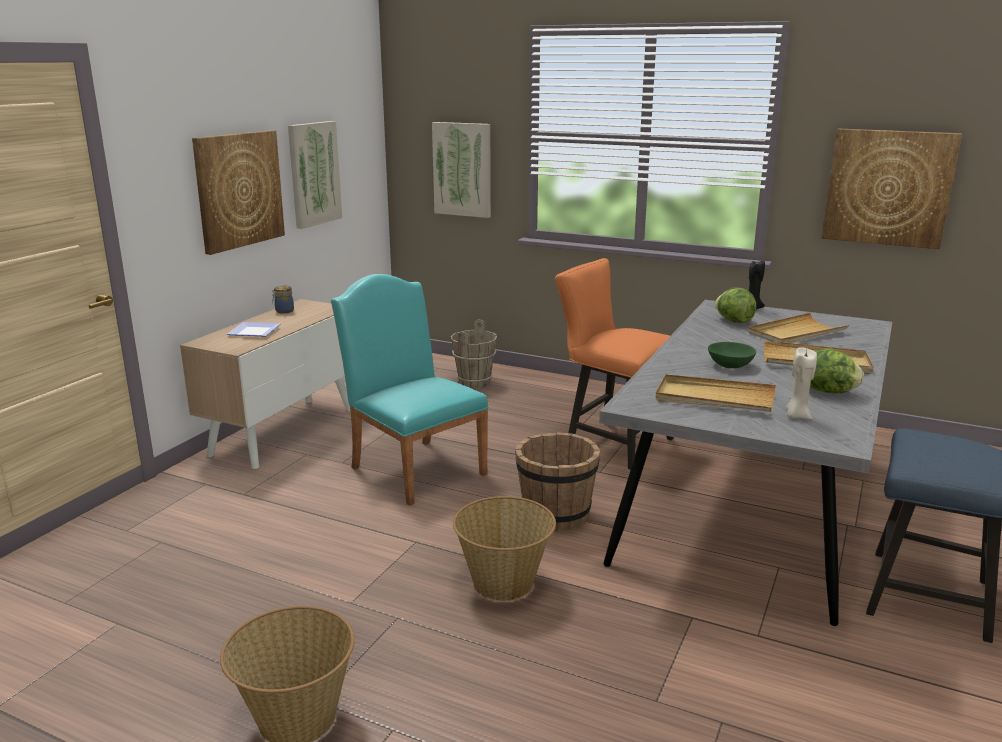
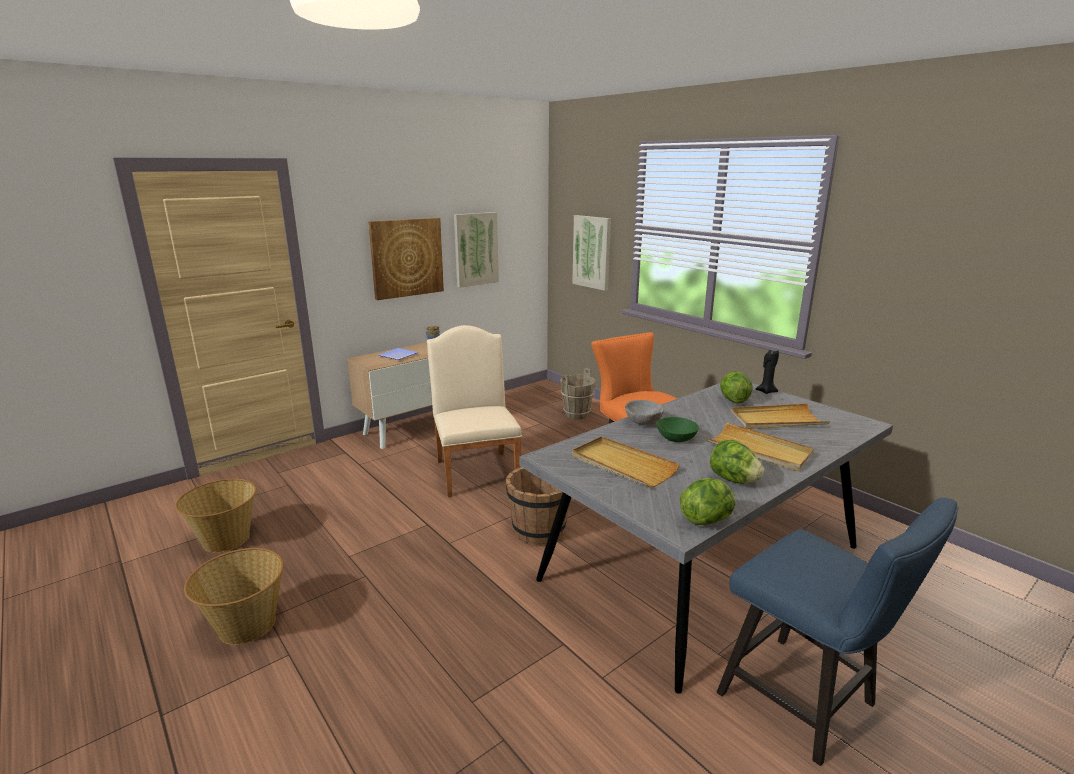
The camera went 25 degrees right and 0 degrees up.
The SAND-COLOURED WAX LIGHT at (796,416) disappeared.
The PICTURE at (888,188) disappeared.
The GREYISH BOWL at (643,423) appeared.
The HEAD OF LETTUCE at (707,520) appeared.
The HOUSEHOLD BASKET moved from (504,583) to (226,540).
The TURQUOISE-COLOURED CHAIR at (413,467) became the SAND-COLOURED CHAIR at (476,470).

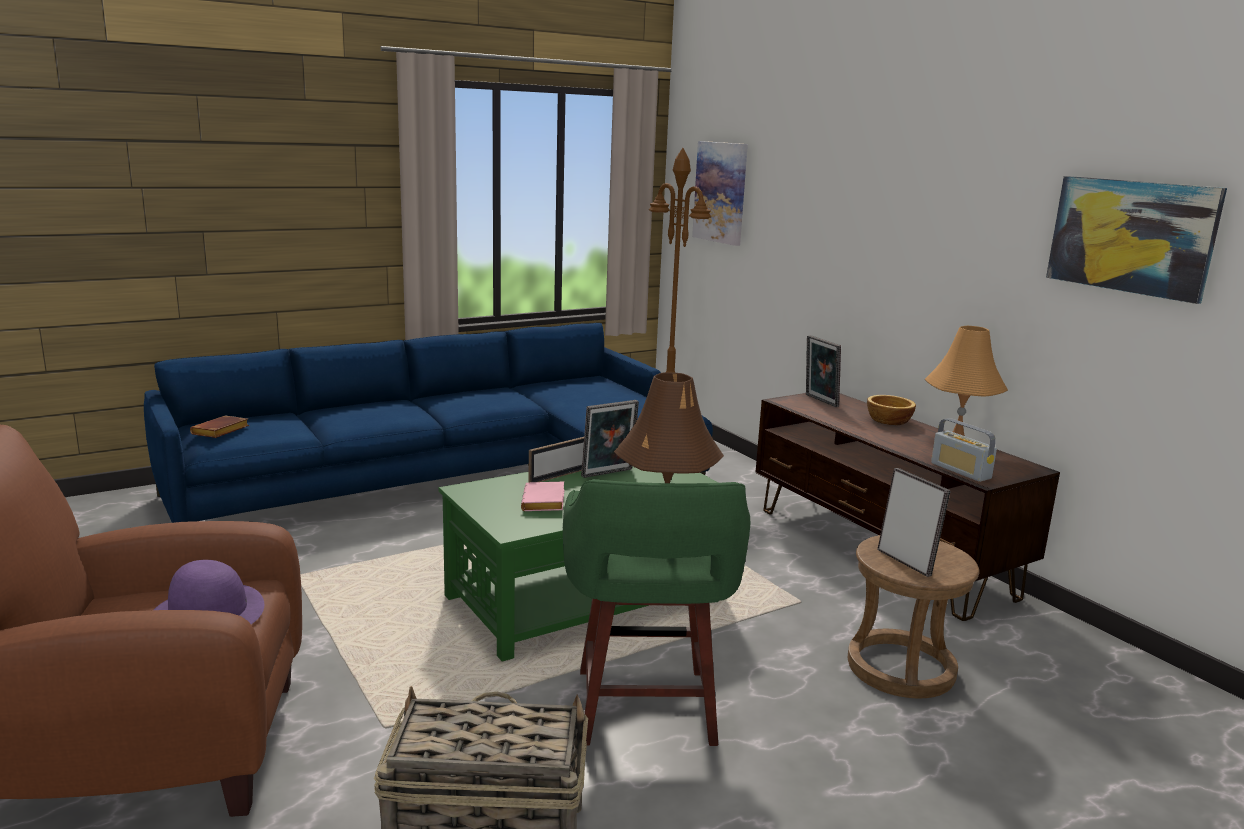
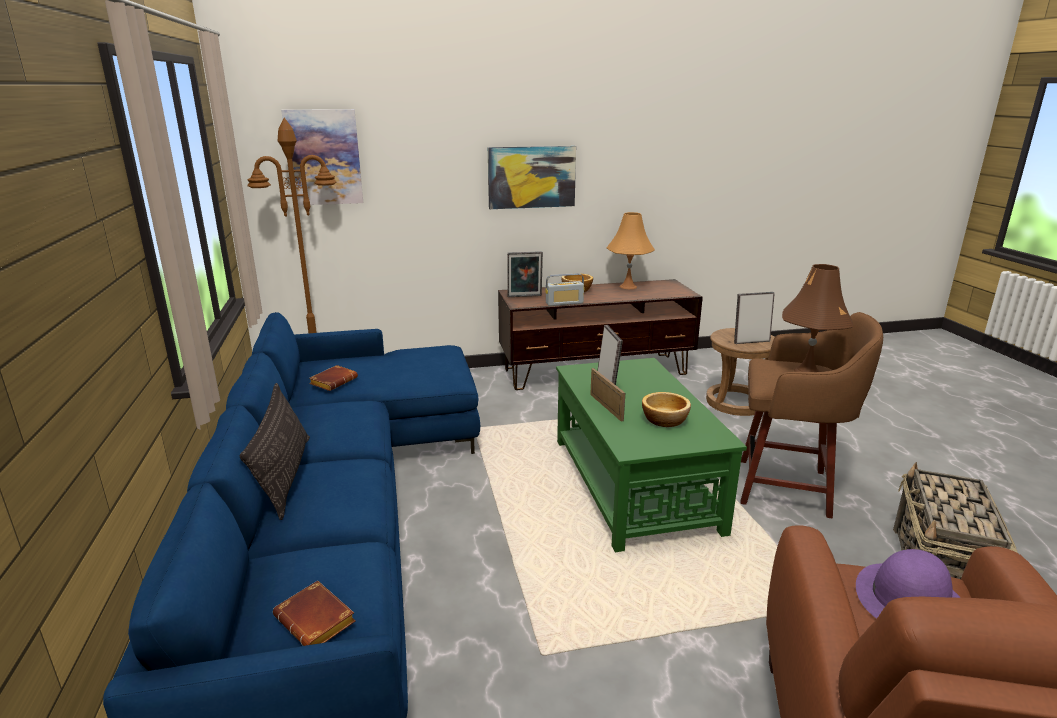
The camera went 70 degrees left and 5 degrees up.
The THROW PILLOW at (285,475) appeared.
The BROWN VOLUME at (334,381) appeared.
The RADIO SET moved from (960,471) to (564,303).
The PICTURE moved from (1131,236) to (531,177).
The PINK-COLOURED VOLUME at (545,503) was replaced by the BOWL at (665,420).
The GREEN-COLOURED STOOL at (645,710) became the BROWN STOOL at (788,488).

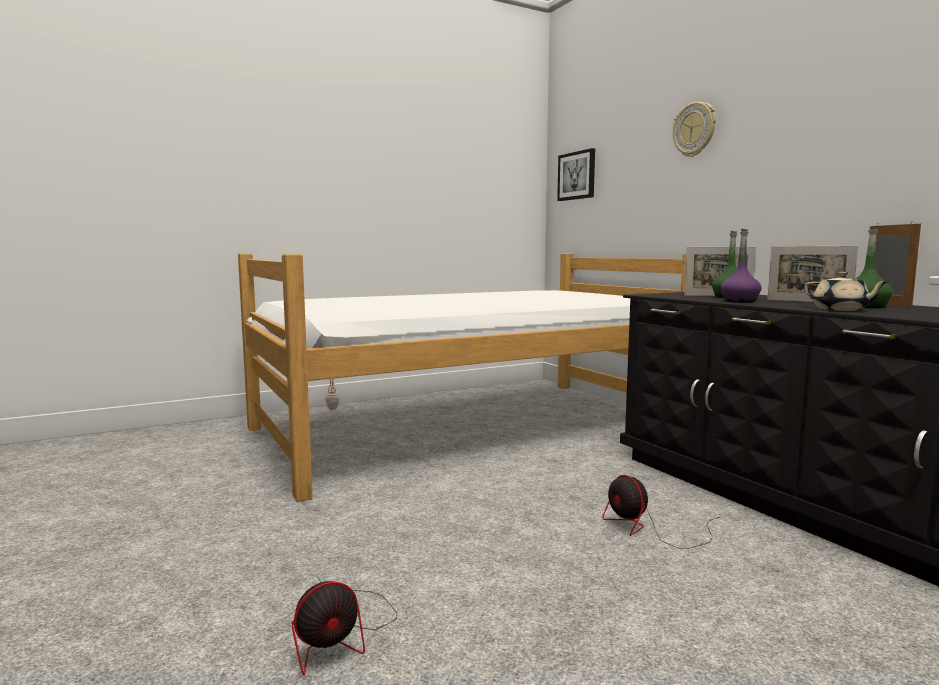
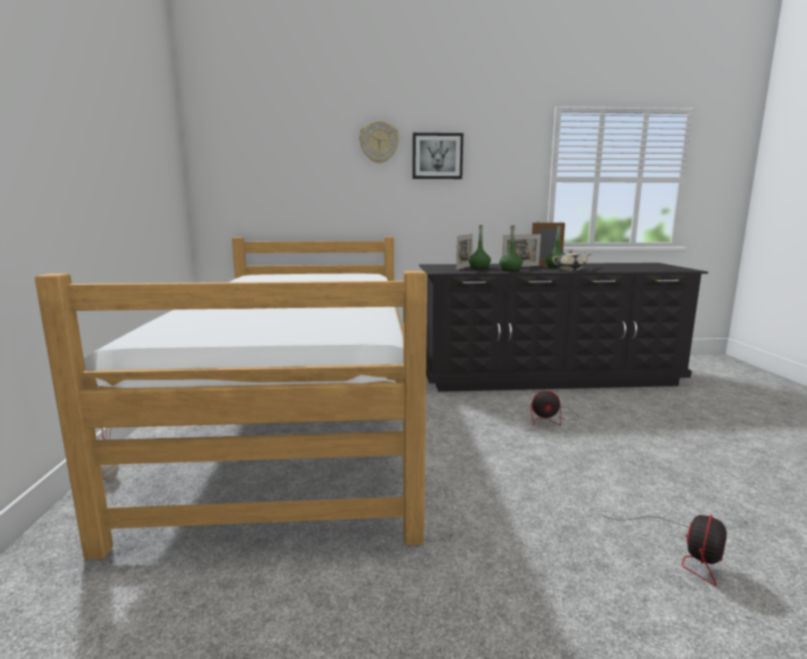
The camera went 65 degrees left and 5 degrees up.
The PICTURE moved from (577,175) to (437,156).
The PURPLISH DRINK BOTTLE at (739,301) became the GREEN-COLOURED DRINK BOTTLE at (510,270).
The FAN at (341,635) turned 45 degrees clockwise.

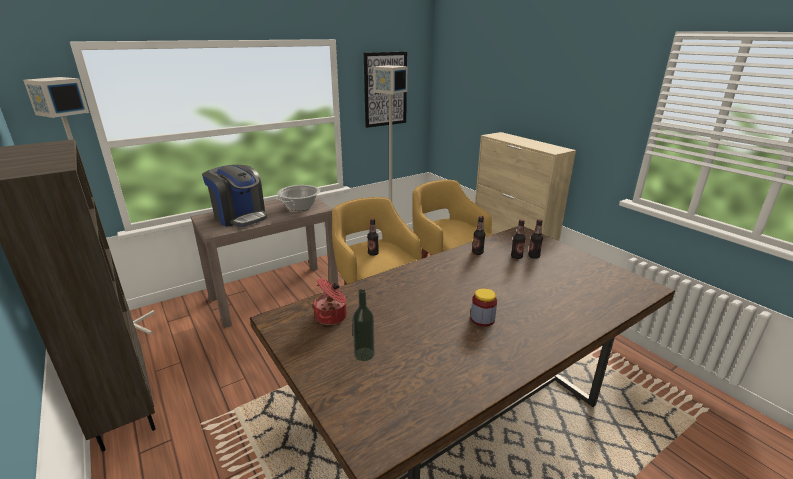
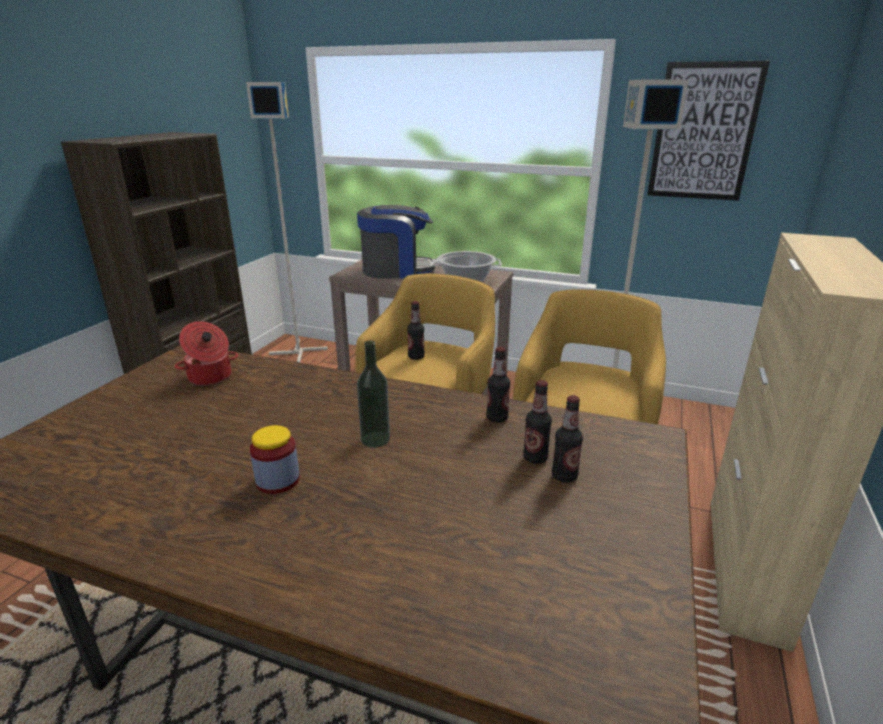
The camera went 55 degrees right and 0 degrees up.
The DRINK BOTTLE moved from (364,354) to (375,439).
The COFFEE BREWER at (240,217) turned 105 degrees counterclockwise.

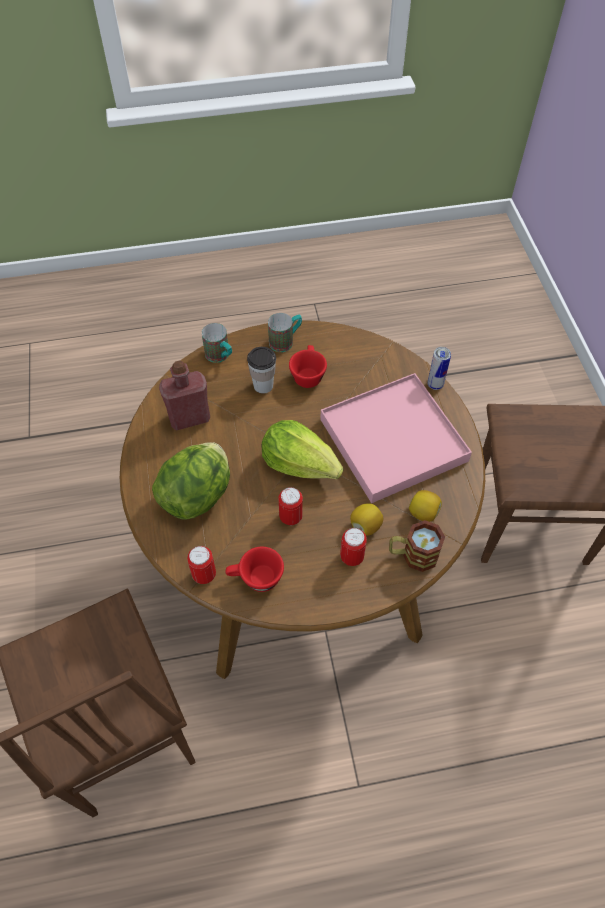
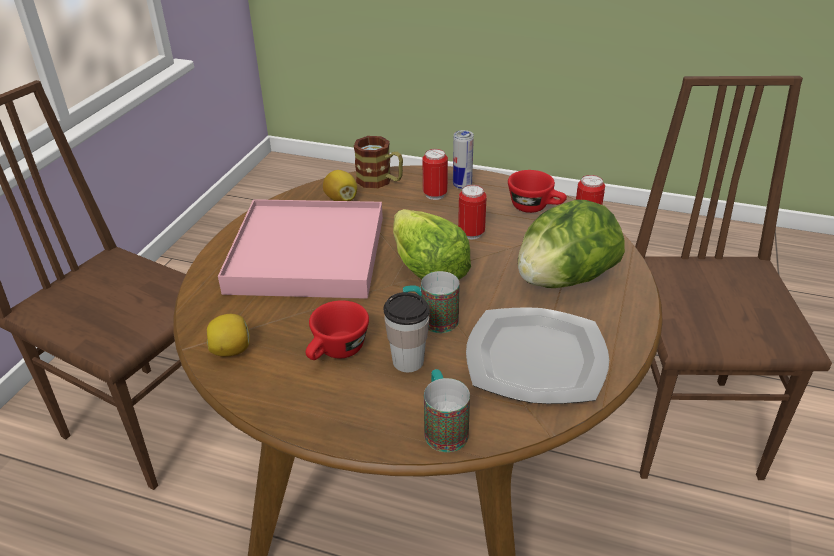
The camera went 150 degrees left and 20 degrees down.
The TEA MUG moved from (285,341) to (431,321).
The LEMON moved from (365,526) to (231,350).
The SEALED CAN moved from (435,384) to (462,185).
The REDDISH DRINK BOTTLE at (189,418) was replaced by the PLATE at (537,359).

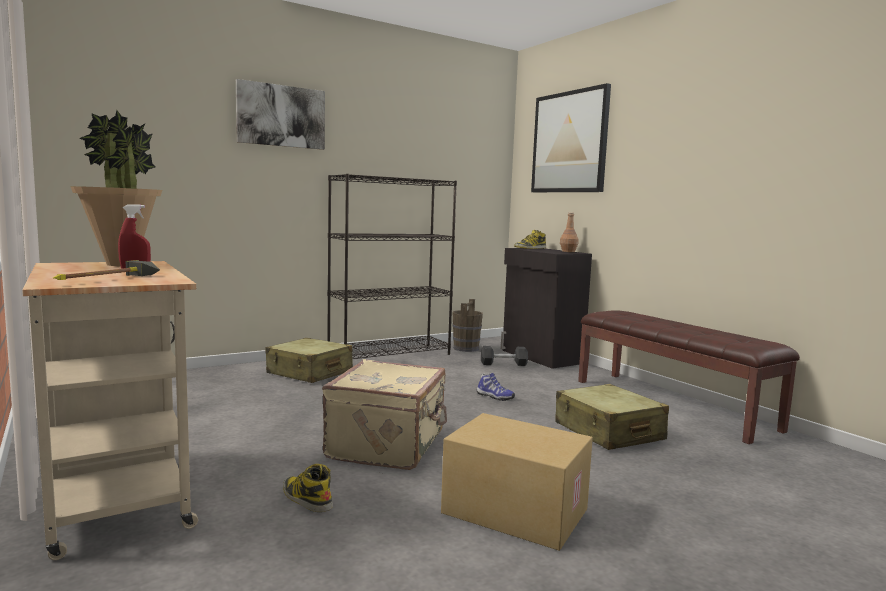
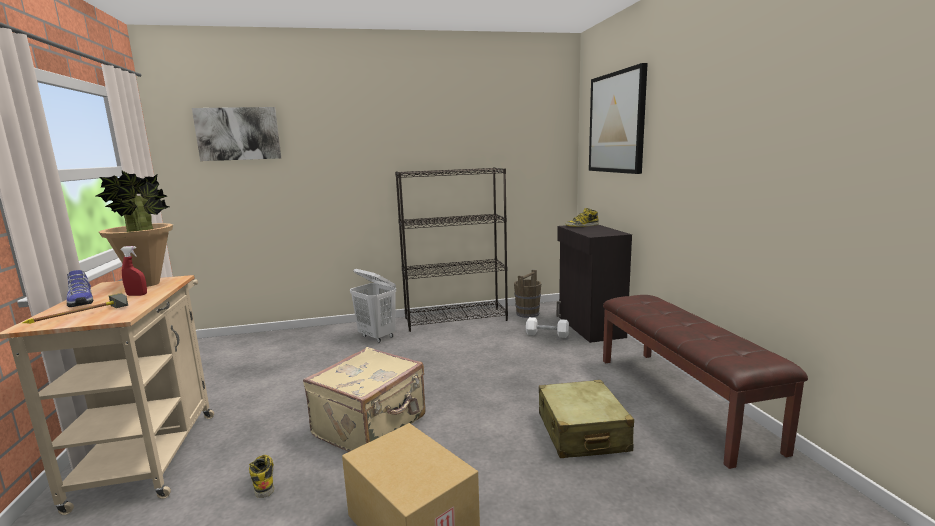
The camera went 20 degrees right and 5 degrees up.
The BROWN DRINK BOTTLE at (568,251) disappeared.
The PICTURE moved from (281,116) to (238,134).
The ITEM OF FOOTWEAR moved from (494,397) to (80,302).
The SAND-COLOURED TRAVEL CASE at (309,373) was replaced by the WHITE-COLOURED WASHING BASKET at (377,337).
The BLACKISH DUMBBELL at (503,364) became the WHITE-COLOURED DUMBBELL at (547,334).

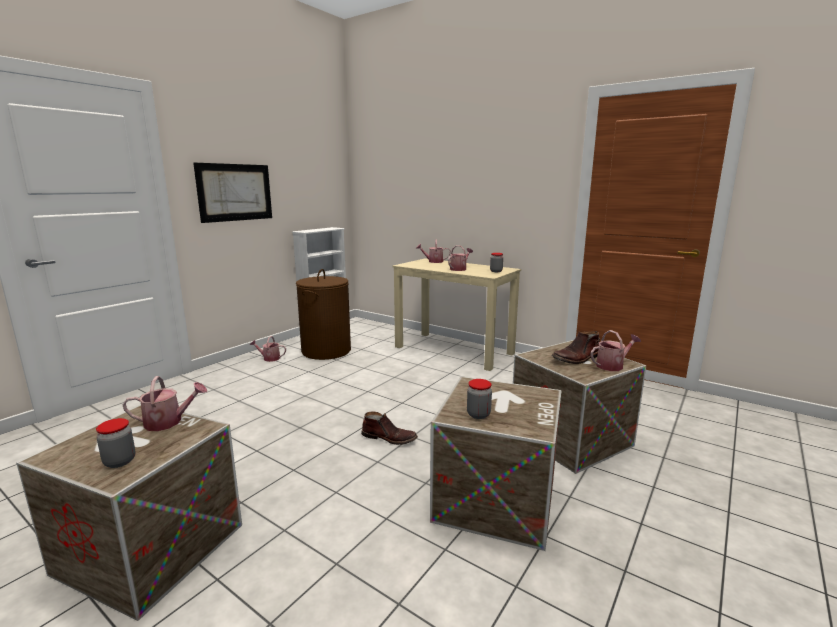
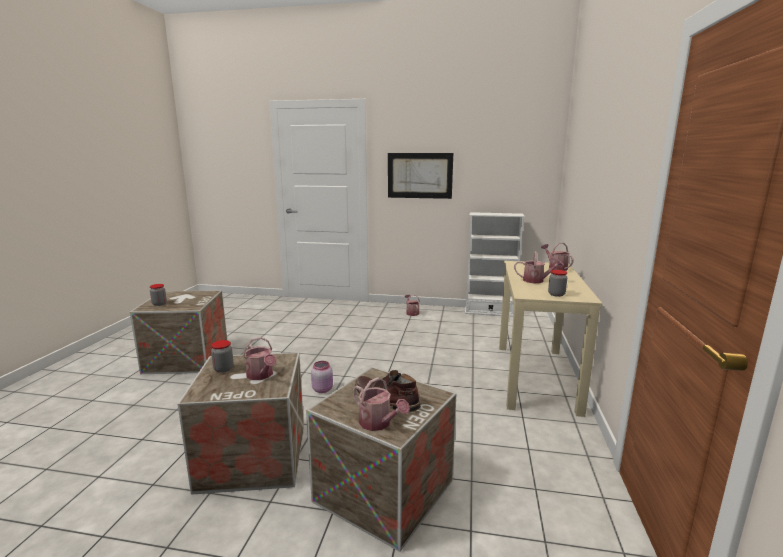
The camera went 65 degrees right and 0 degrees up.
The BROWN WASHING BASKET at (326,351) disappeared.
The WATERING POT moved from (169,422) to (261,375).
The BROWN HIGH-TOP BOOT at (389,438) was replaced by the PINK-COLOURED JAR at (323,389).

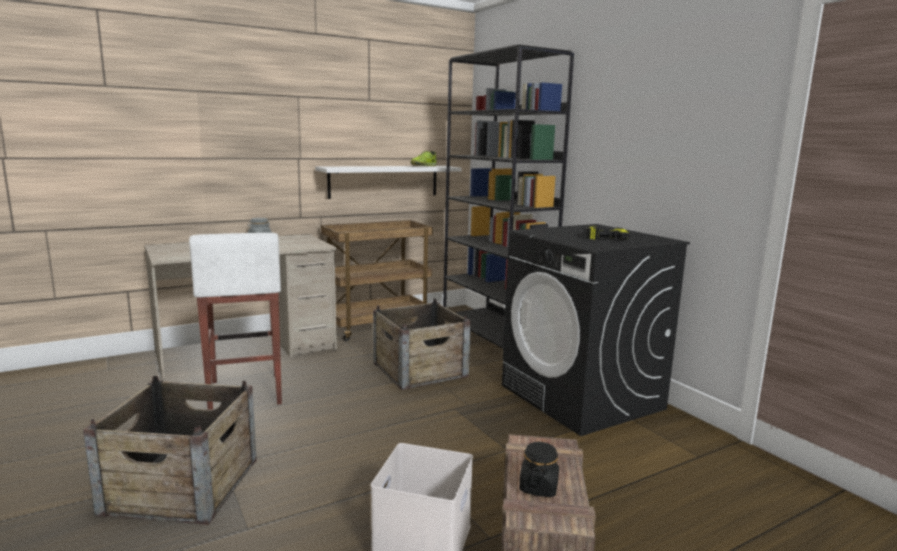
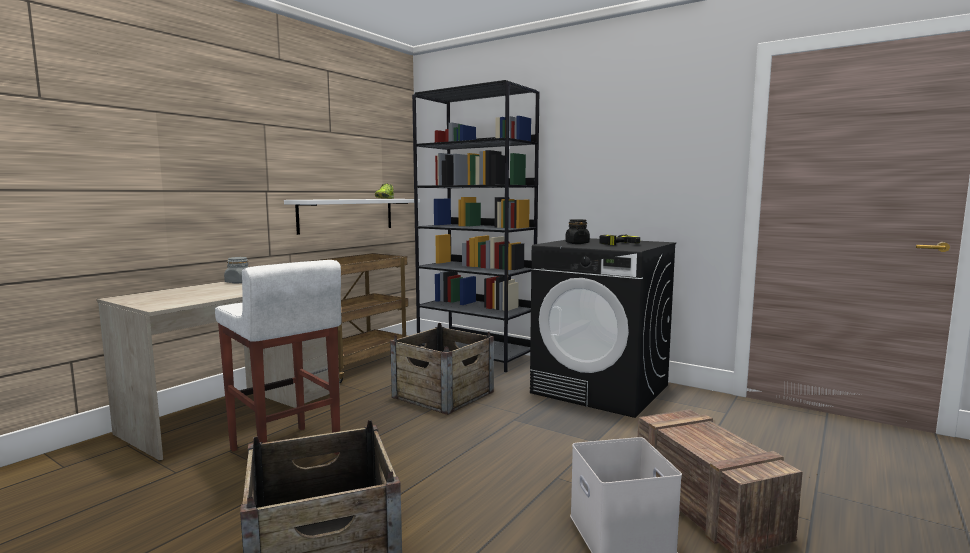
The camera went 25 degrees left and 5 degrees down.
The BLACKISH JAR moved from (538,487) to (577,243).

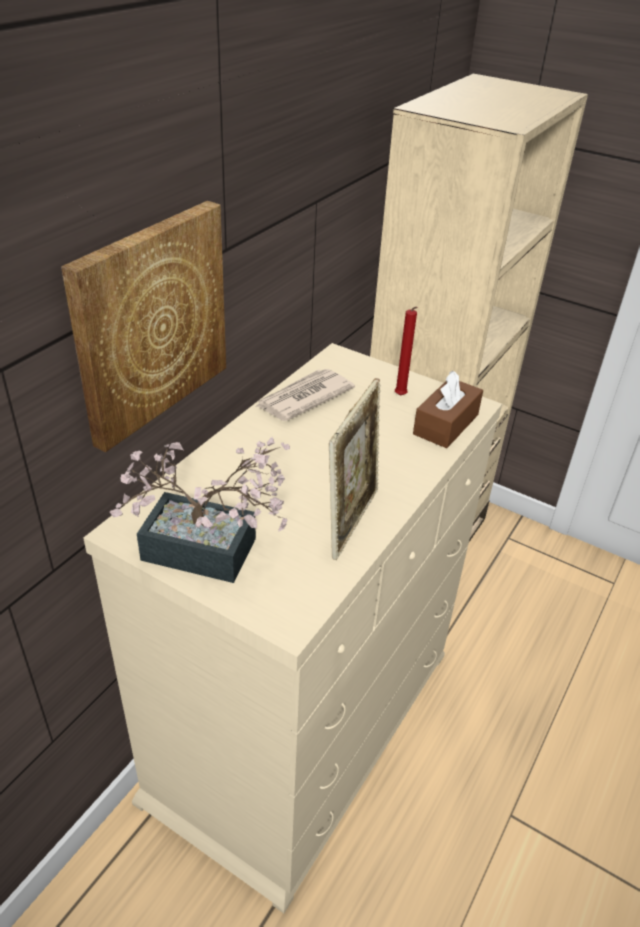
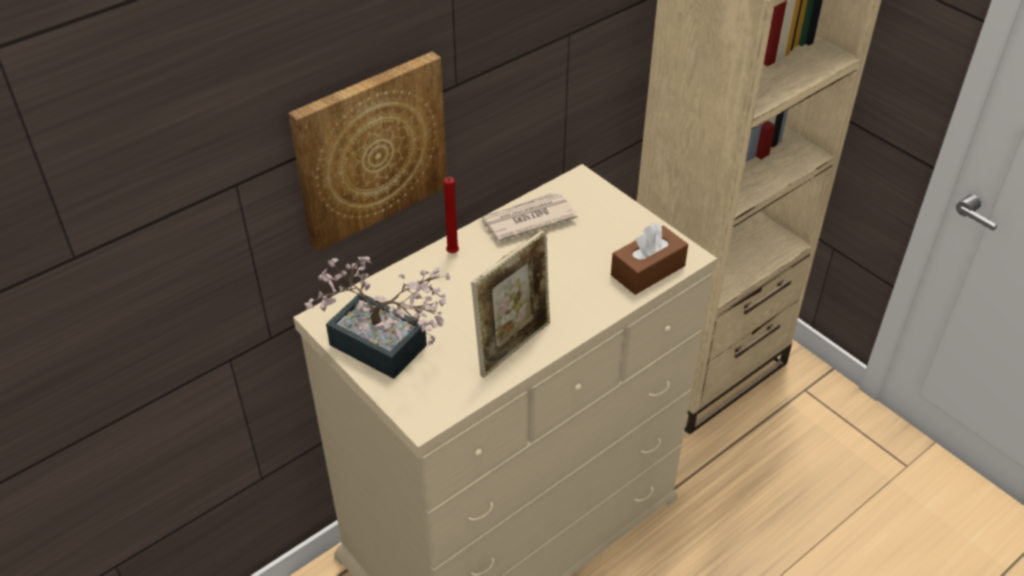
The camera went 20 degrees right and 5 degrees up.
The REDDISH WAX LIGHT moved from (401,396) to (452,254).

